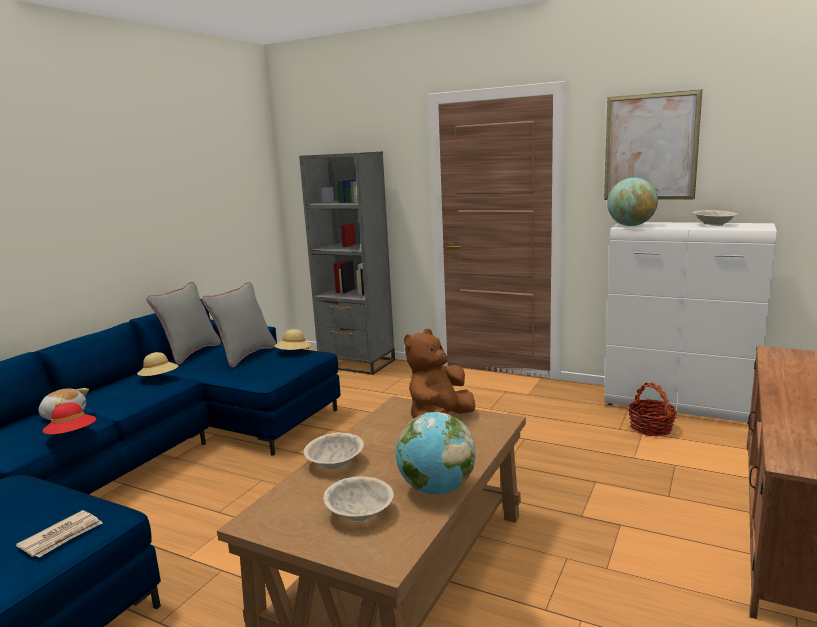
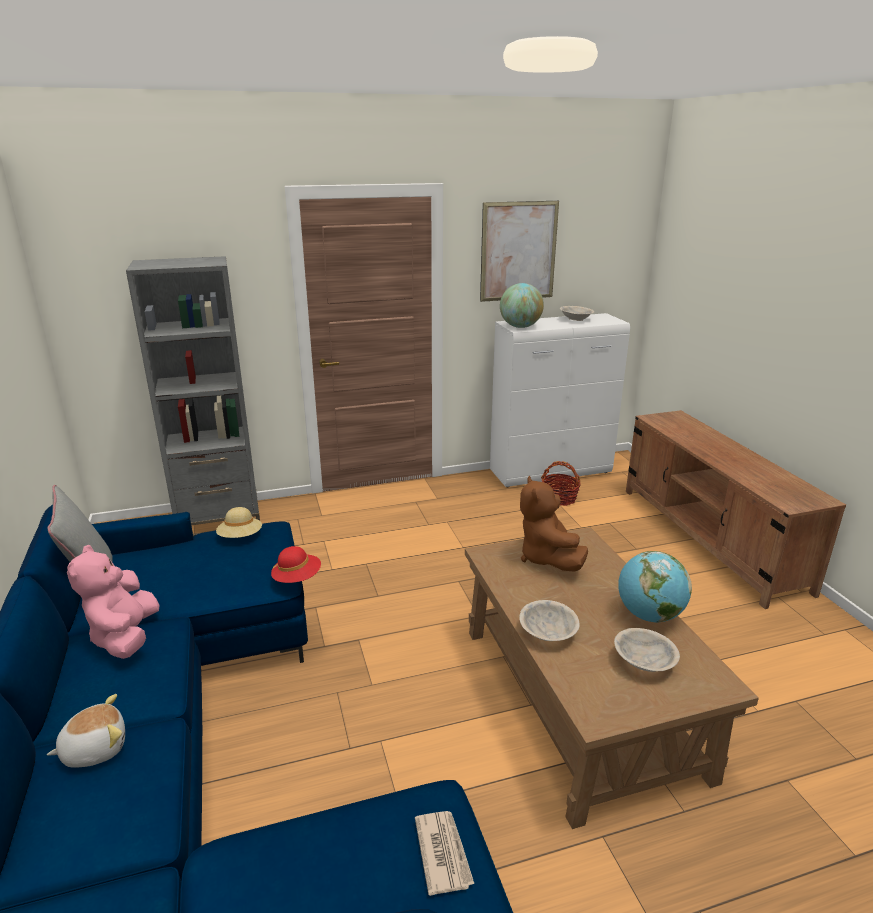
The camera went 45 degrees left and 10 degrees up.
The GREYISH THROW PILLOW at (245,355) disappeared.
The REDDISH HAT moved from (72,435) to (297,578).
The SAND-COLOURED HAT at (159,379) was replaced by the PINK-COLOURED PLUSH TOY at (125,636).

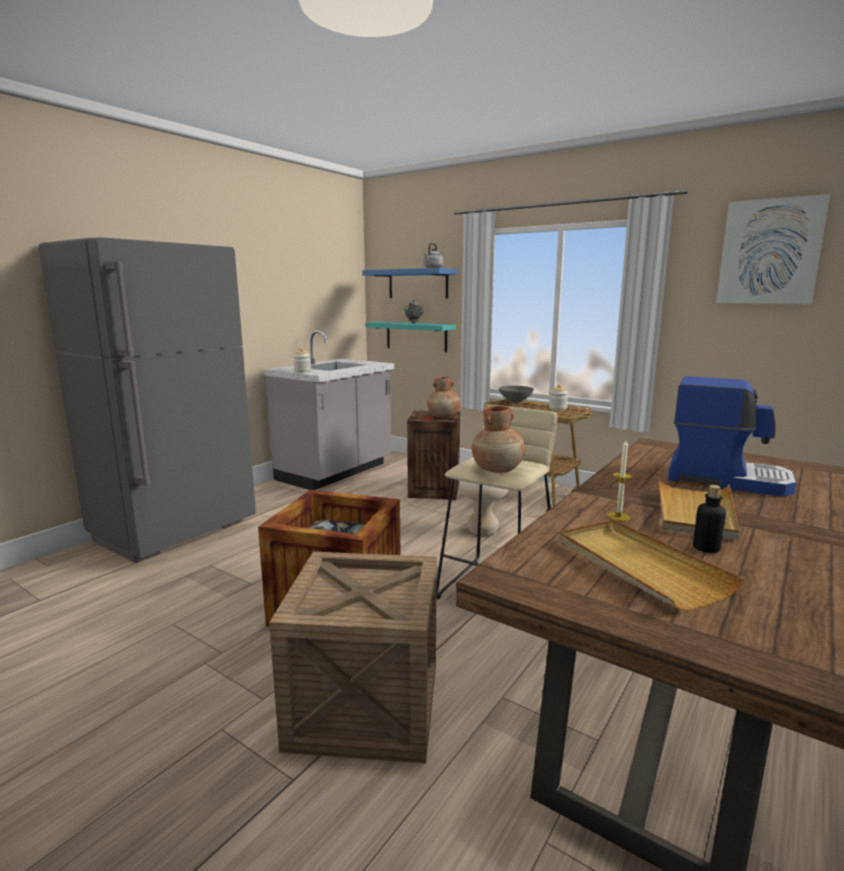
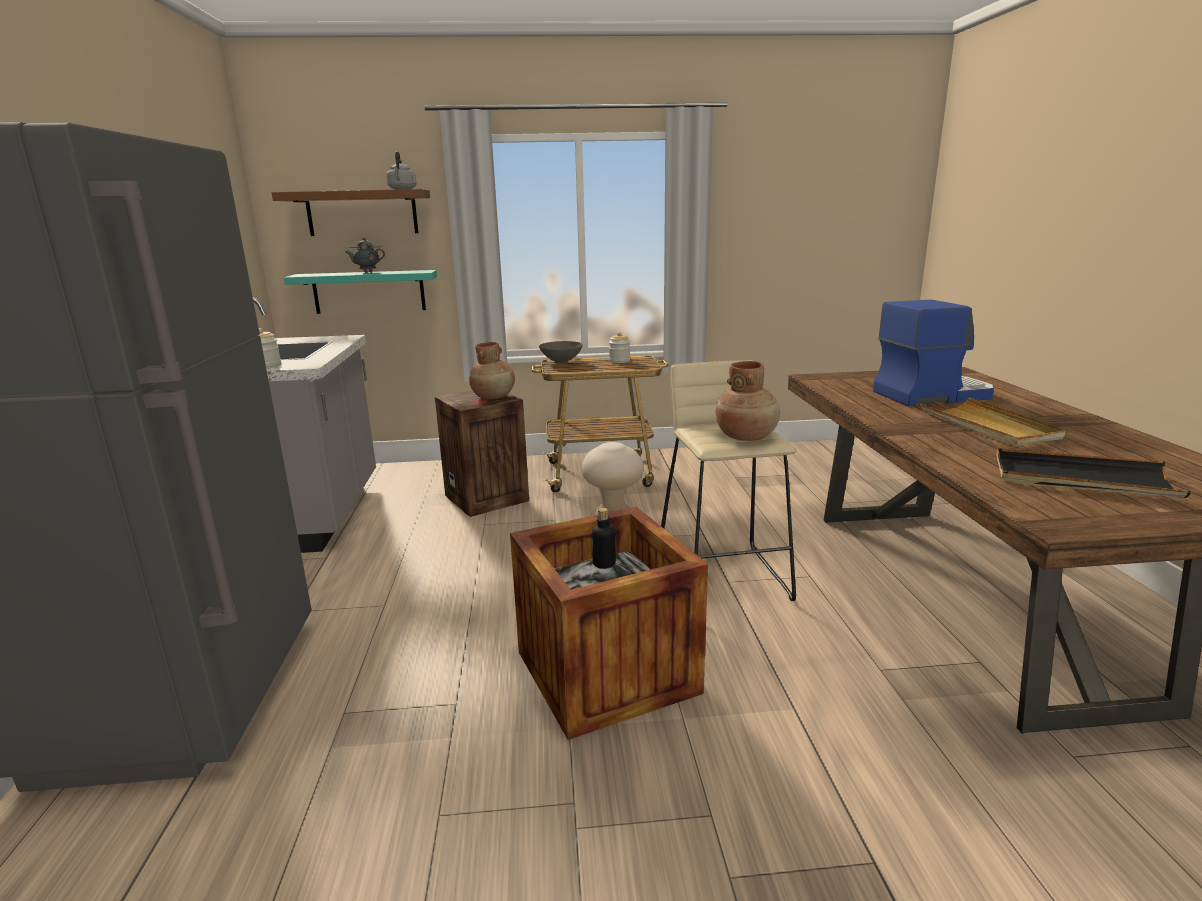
The camera went 40 degrees left and 5 degrees up.
The CRATE at (365,704) disappeared.
The WAX LIGHT at (618,516) disappeared.
The PICTURE at (769,252) disappeared.
The DRINK BOTTLE moved from (706,548) to (604,564).
The BLUE-COLOURED SHELF at (418,284) became the BROWN SHELF at (362,213).
The SAND-COLOURED TRAY at (639,566) became the BLACKISH TRAY at (1081,479).

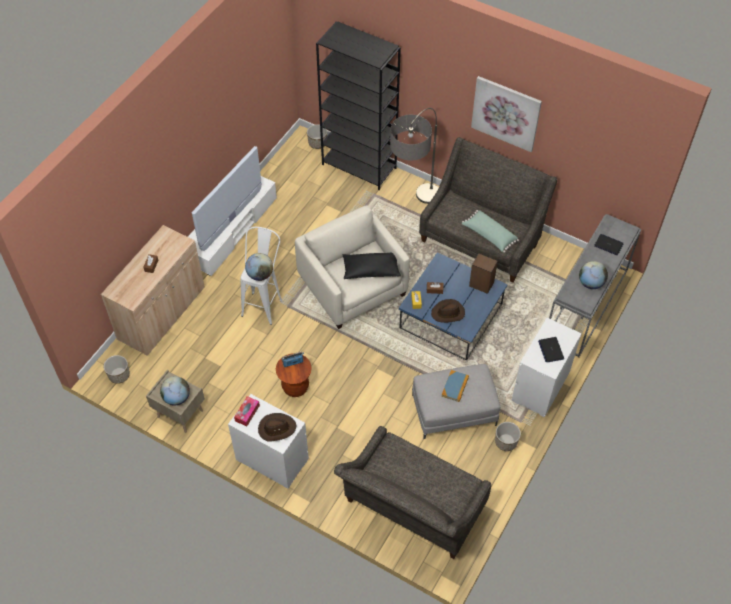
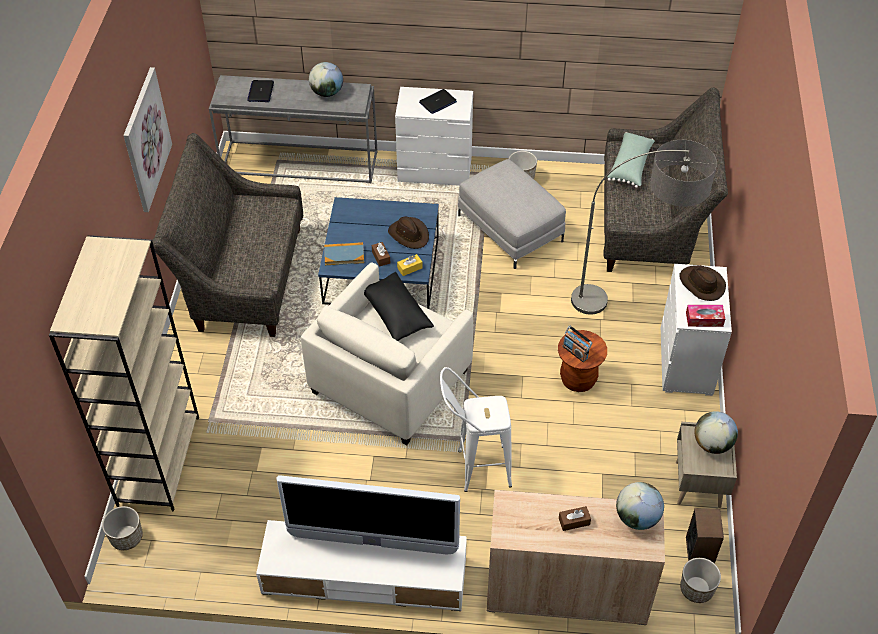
The camera went 115 degrees left and 5 degrees down.
The WORLD GLOBE moved from (260,275) to (637,518).
The FLOOR LAMP moved from (413,214) to (633,303).
The VOLUME moved from (455,386) to (344,255).
The GREEN-COLOURED THROW PILLOW moved from (489,235) to (631,166).
The LOUDSPEAKER moved from (481,284) to (699,551).
The BLACKISH SHELVING UNIT at (359,166) became the SAND-COLOURED SHELVING UNIT at (158,460).

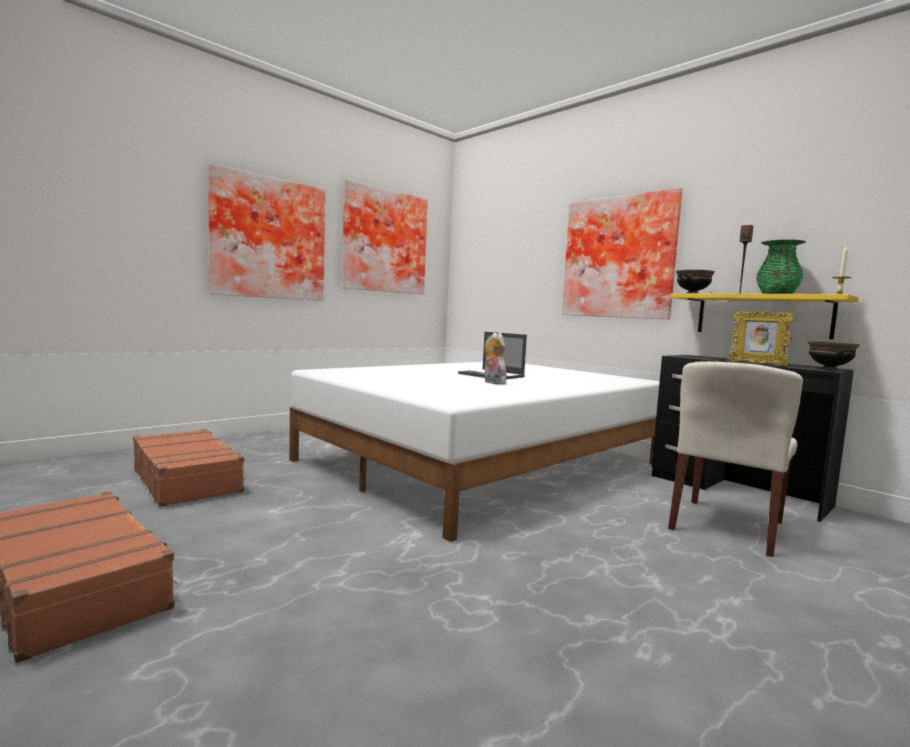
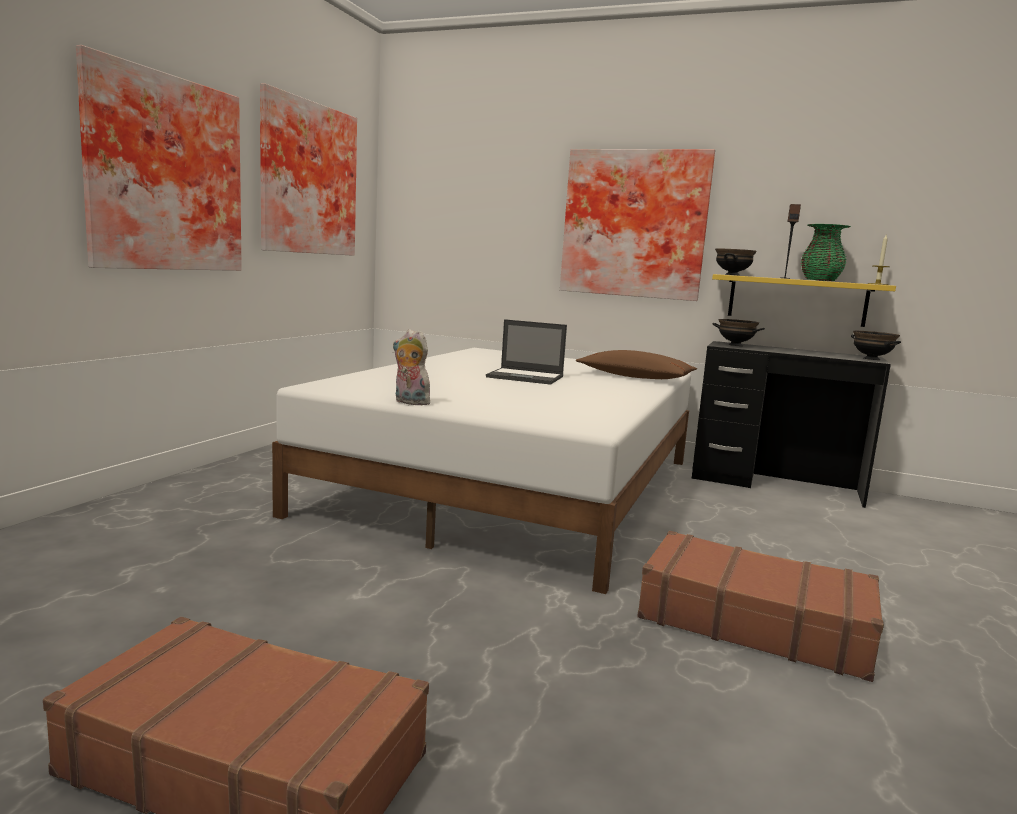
The camera went 25 degrees left and 5 degrees up.
The SAND-COLOURED CHAIR at (727,526) disappeared.
The PICTURE FRAME at (757,363) disappeared.
The BROWN THROW PILLOW at (635,377) appeared.
The BLACKISH BOWL at (735,345) appeared.
The BROWN TRAVEL CASE moved from (187,480) to (753,622).
The PLUSH TOY moved from (492,382) to (409,402).

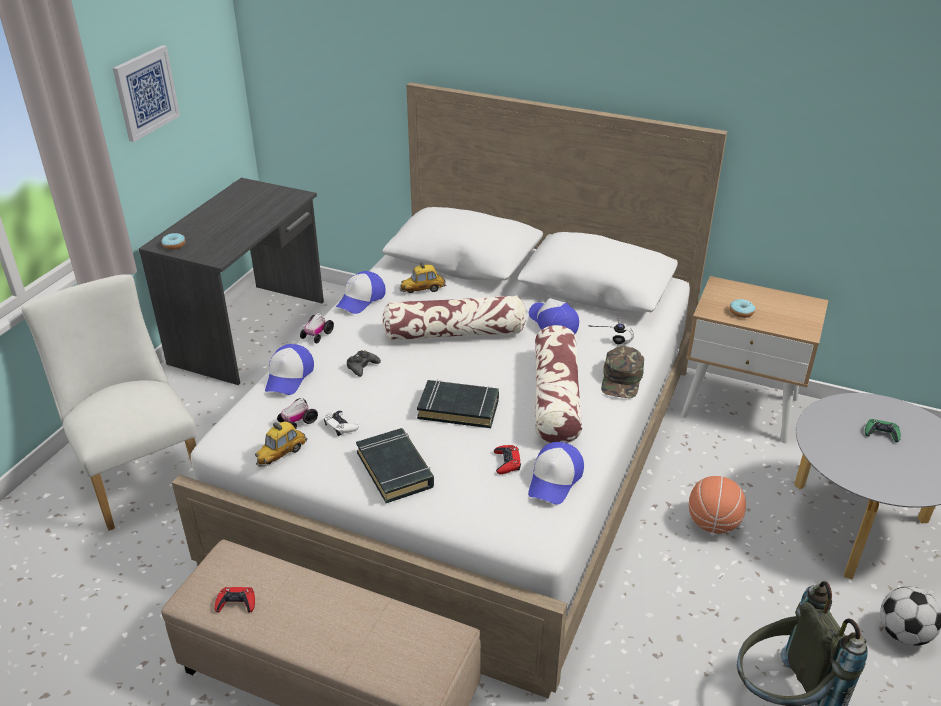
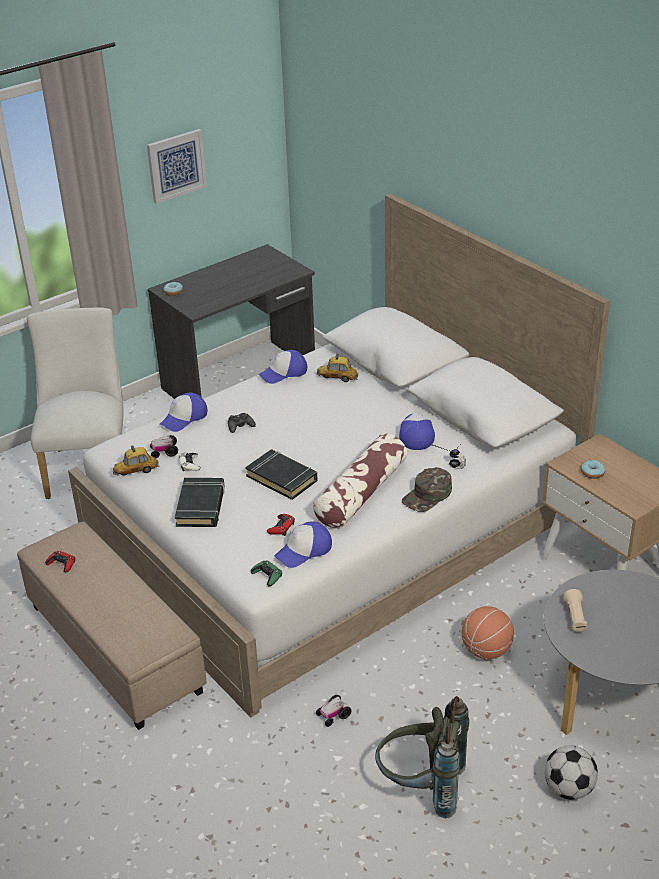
The camera went 30 degrees right and 0 degrees up.
The THROW PILLOW at (455,333) disappeared.
The SAND-COLOURED FLASHLIGHT at (574,618) appeared.
The MINIATURE CAR moved from (317,335) to (333,715).
The GREEN-COLOURED JOYPAD moved from (881,433) to (267,575).

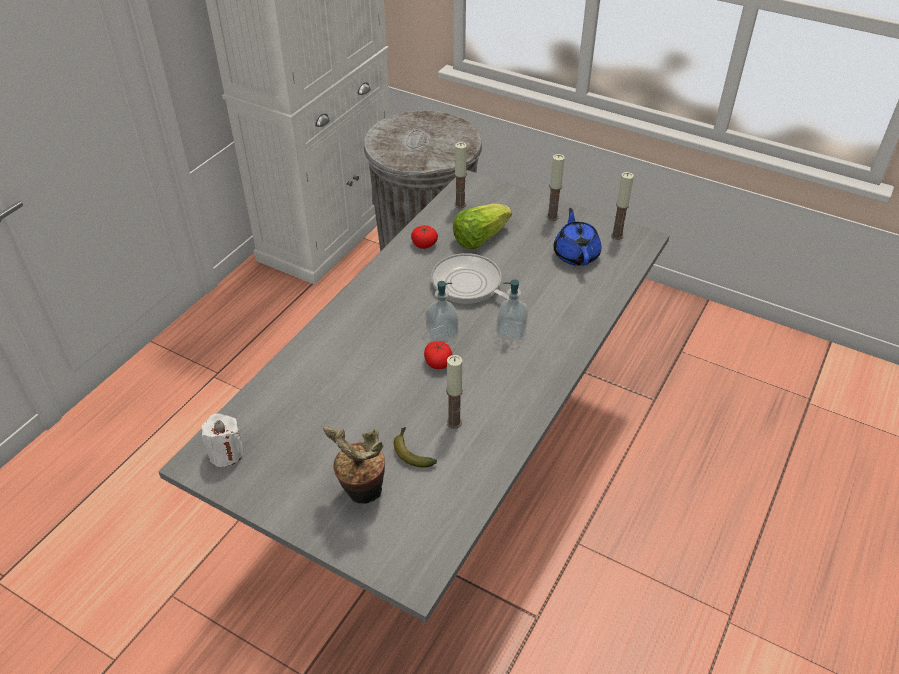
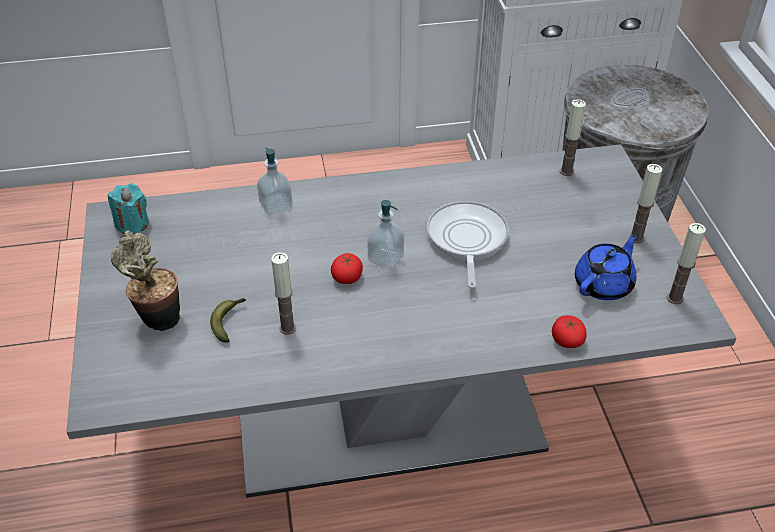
The camera went 50 degrees right and 0 degrees up.
The HEAD OF LETTUCE at (479,238) disappeared.
The TOMATO moved from (424,244) to (567,340).
The SOAP DISPENSER moved from (511,331) to (276,206).
The WHITE-COLOURED WAX LIGHT at (226,453) became the TURQUOISE-COLOURED WAX LIGHT at (132,224).

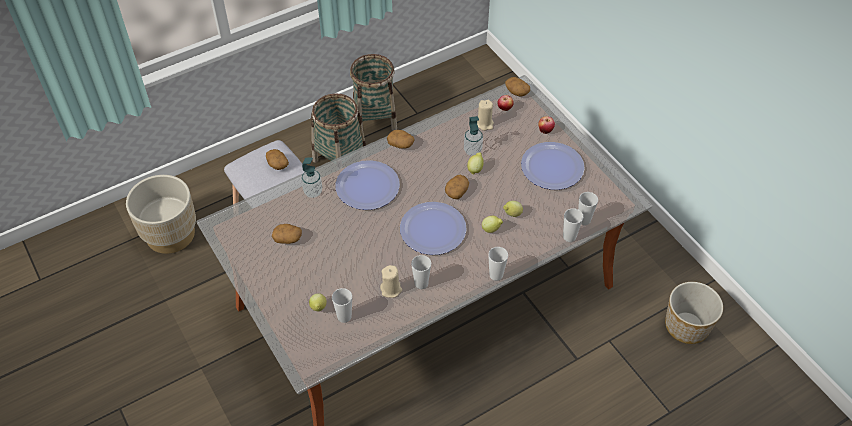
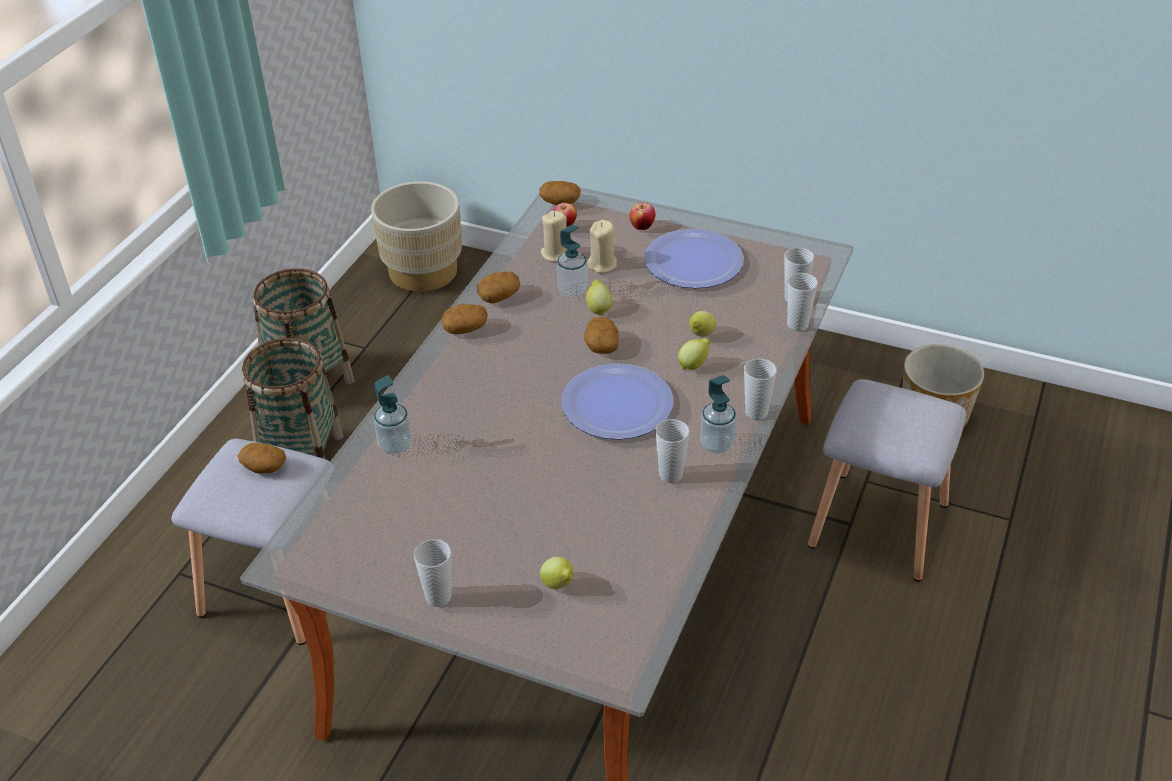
The camera went 35 degrees left and 10 degrees down.
The PLATE at (367,186) disappeared.
The SOAP DISPENSER at (717,444) appeared.
The GREYISH STOOL at (879,527) appeared.
The SAND-COLOURED FLOWER POT moved from (170,234) to (423,272).
The SPUD moved from (288,238) to (499,296).
The SMALL CUP moved from (344,317) to (438,597).
The SAND-COLOURED WAX LIGHT moved from (391,289) to (602,264).

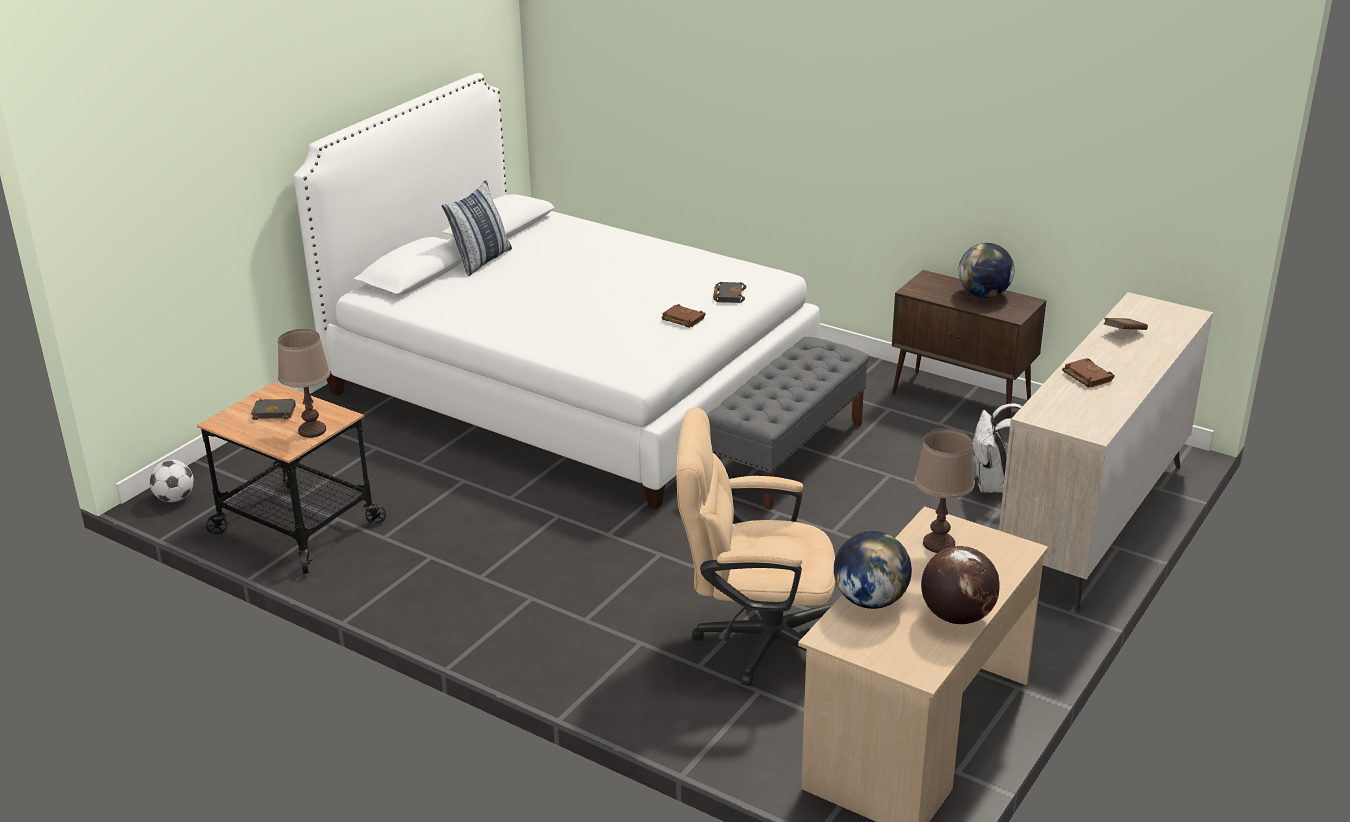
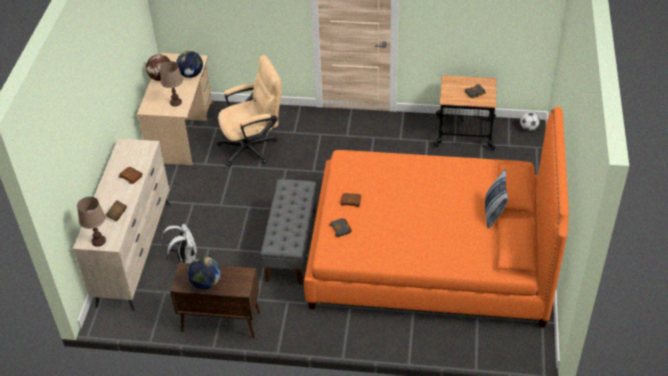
The camera went 155 degrees right and 15 degrees up.
The BROWN TABLE LAMP moved from (312,430) to (98,241).
The WHITE-COLOURED BEDROOM BED at (569,386) became the ORANGEY BEDROOM BED at (431,255).

